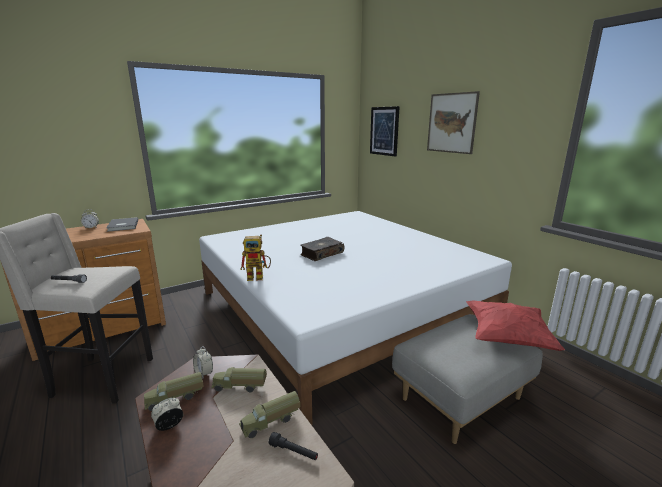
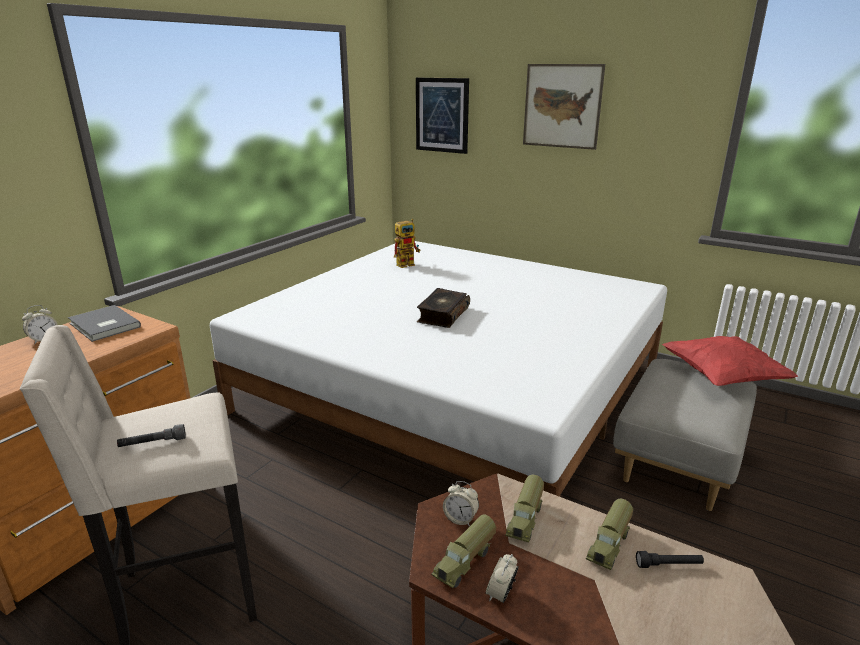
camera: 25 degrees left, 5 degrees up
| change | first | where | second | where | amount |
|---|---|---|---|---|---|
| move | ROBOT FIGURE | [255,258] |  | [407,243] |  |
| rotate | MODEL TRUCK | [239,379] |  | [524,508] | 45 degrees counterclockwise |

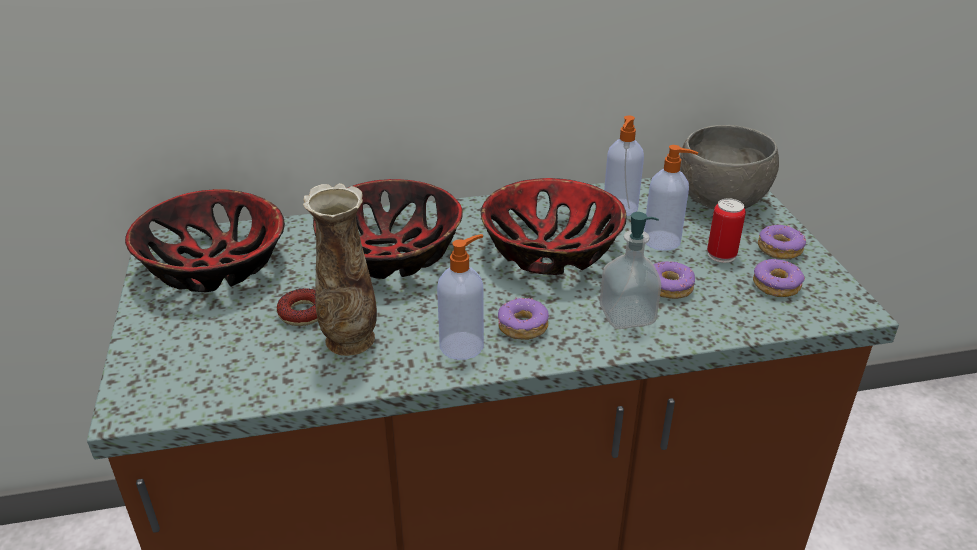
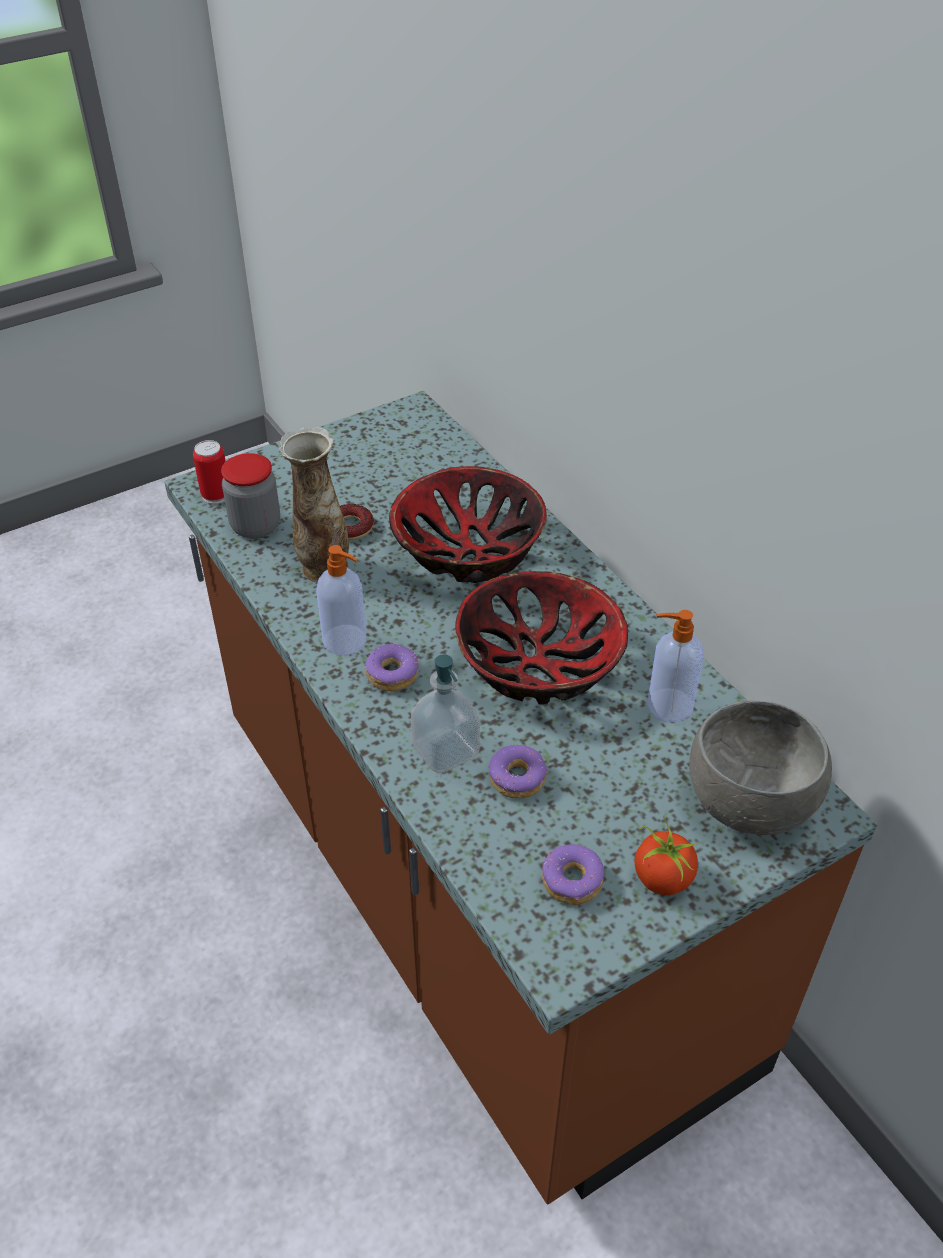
camera: 70 degrees right, 10 degrees up
| change | first | where | second | where | amount |
|---|---|---|---|---|---|
| delete | SOAP DISPENSER | [671,198] |  |  |  |
| delete | BOWL | [205,240] |  |  |  |
| move | METAL CAN | [726,230] |  | [209,472] |  |
| replace | DOUGHNUT | [782,242] | TOMATO | [666,855] |  |
| insert |  |  | PRESERVE JAR | [250,496] |  |

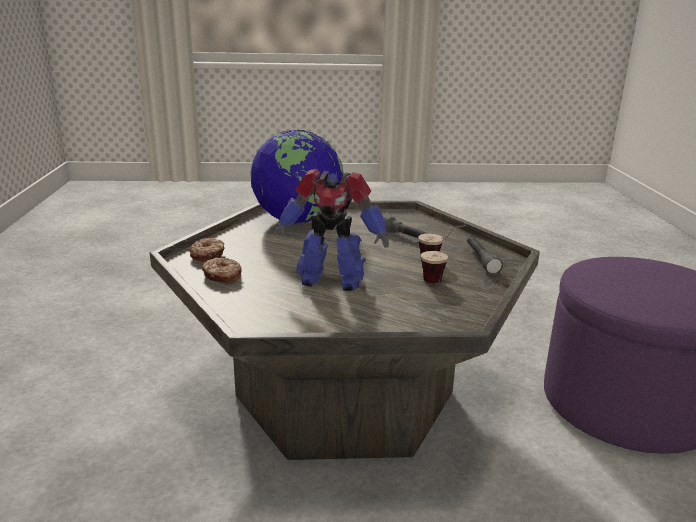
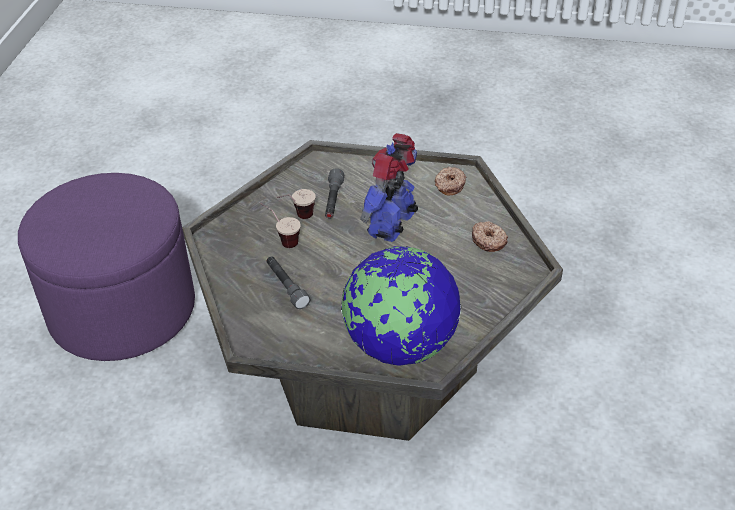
camera: 165 degrees left, 20 degrees up
| change | first | where | second | where | amount |
|---|---|---|---|---|---|
| rotate | ROBOT FIGURE | [331,230] |  | [389,187] | 90 degrees counterclockwise |
| move | GRAY HAND TORCH | [485,255] |  | [334,193] |  |
| move | DOUGHNUT | [207,250] |  | [450,181] |  |

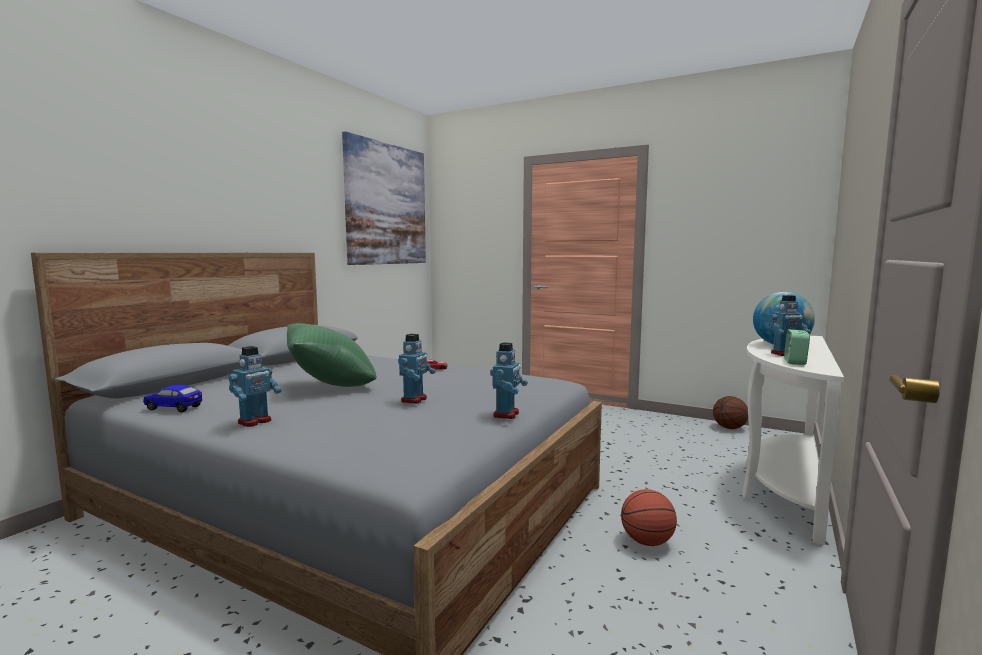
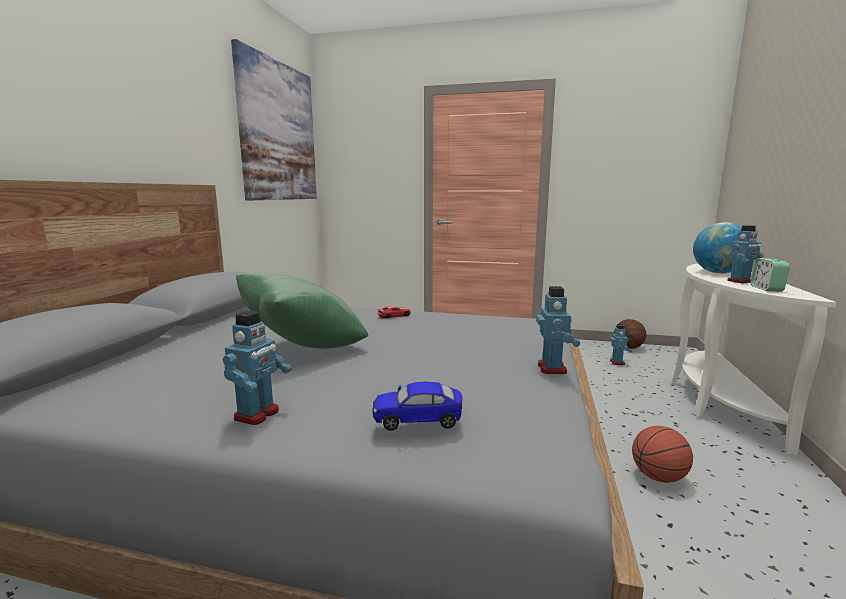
camera: 15 degrees left, 5 degrees up
| change | first | where | second | where | amount |
|---|---|---|---|---|---|
| move | ROBOT FIGURE | [417,369] |  | [621,344] |  |
| move | MODEL CAR | [172,398] |  | [417,406] |  |

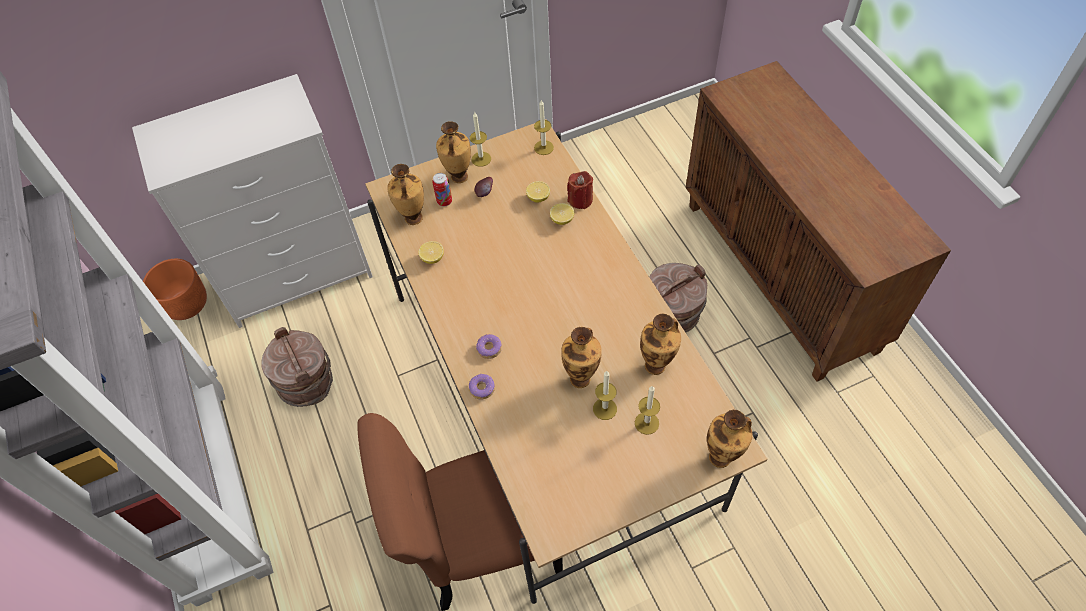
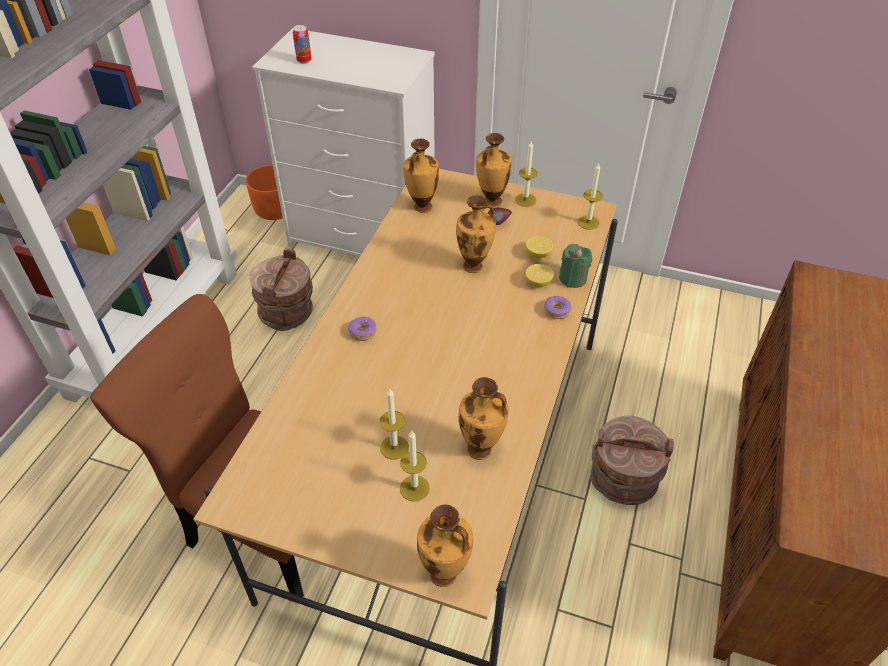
camera: 40 degrees right, 10 degrees down
| change | first | where | second | where | amount |
|---|---|---|---|---|---|
| recolor | RED-COLOURED CANDLE | [580,190] | GREEN CANDLE | [575,266] |  |
| move | METAL CAN | [442,190] |  | [302,44] |  |
| delete | LEMON | [431,252] |  |  |  |
| move | DECORATIVE VASE | [581,357] |  | [476,234] |  |
| move | DOUGHNUT | [482,387] |  | [557,307] |  |

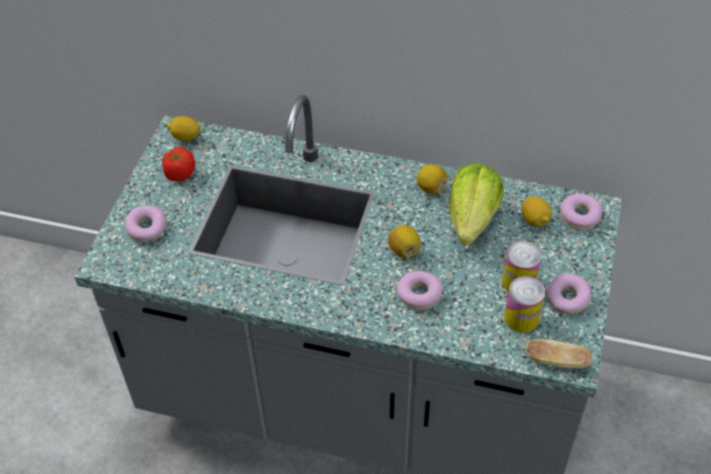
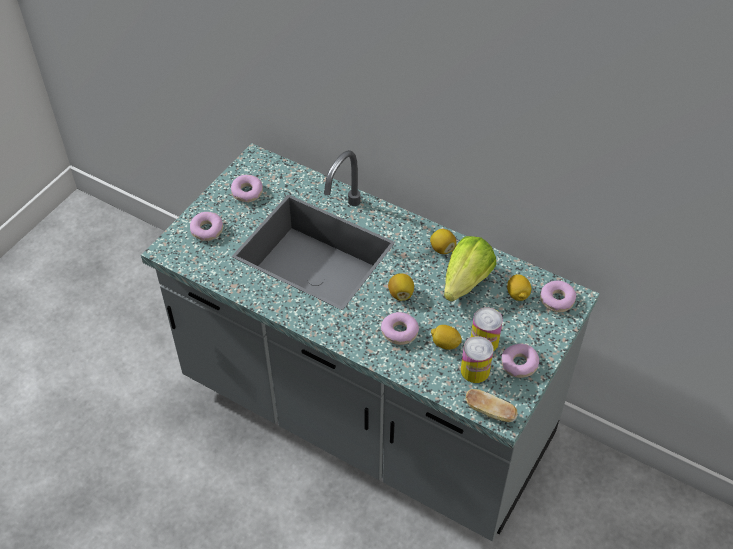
camera: 15 degrees right, 0 degrees up
| change | first | where | second | where | amount |
|---|---|---|---|---|---|
| move | LEMON | [183,128] |  | [446,337] |  |
| replace | TOMATO | [178,164] | DOUGHNUT | [247,188] |  |

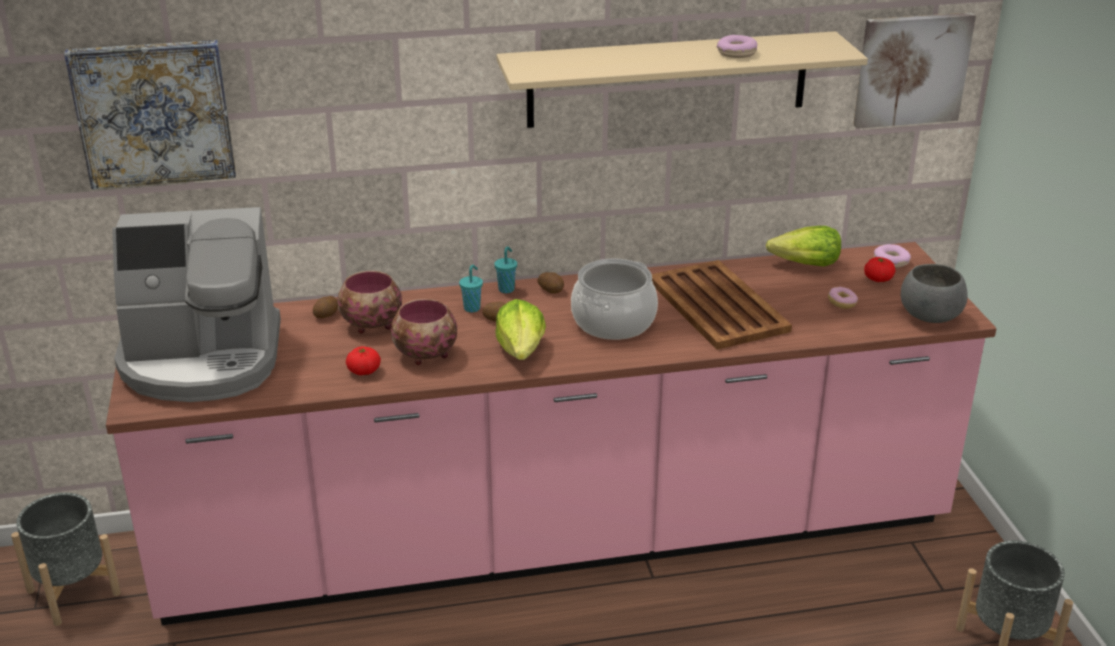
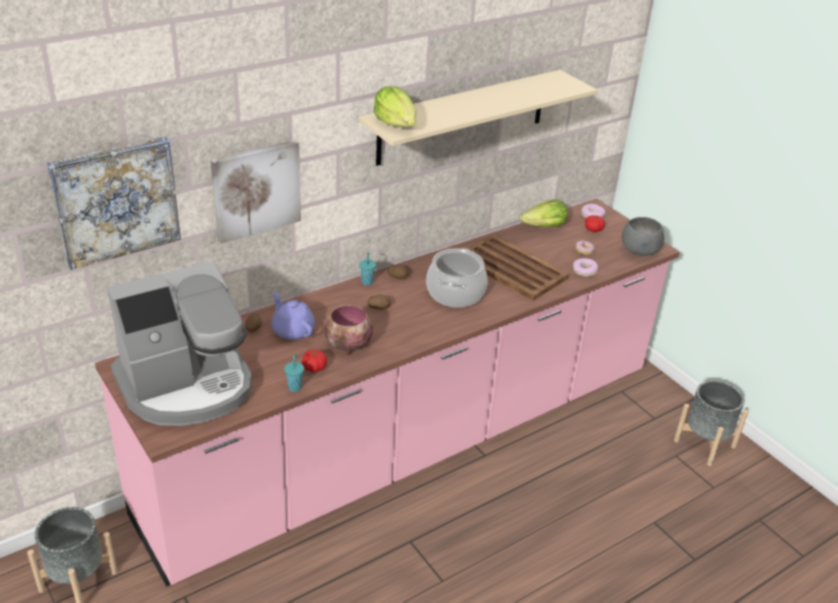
camera: 25 degrees left, 5 degrees up
| change | first | where | second | where | amount |
|---|---|---|---|---|---|
| move | PICTURE | [914,71] |  | [256,192] |  |
| move | DOUGHNUT | [737,46] |  | [586,267] |  |
| move | TURQUOISE-COLOURED CUP | [471,288] |  | [294,373] |  |
| replace | BOWL | [370,302] | PURPLISH TEAPOT | [293,316] |  |
| move | LETTUCE | [520,329] |  | [395,106] |  |

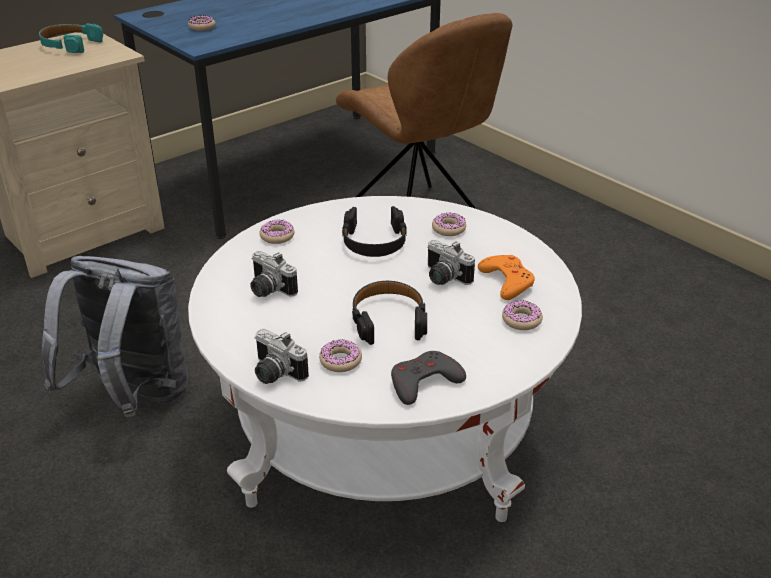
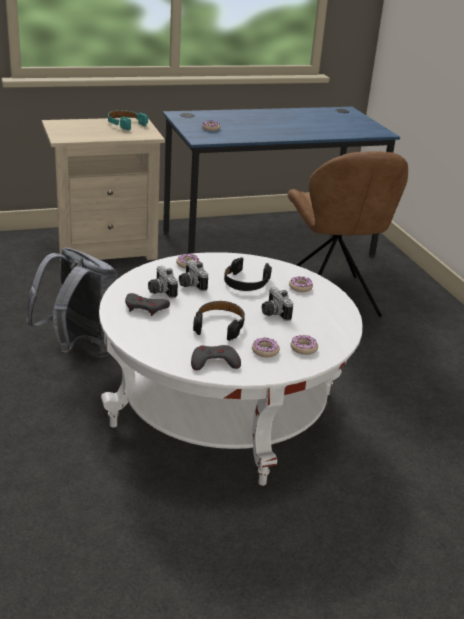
camera: 20 degrees right, 5 degrees down
| change | first | where | second | where | amount |
|---|---|---|---|---|---|
| delete | ORANGE JOYPAD | [506,277] |  |  |  |
| move | PHOTO CAMERA | [282,356] |  | [193,275] |  |
| move | DOUGHNUT | [340,355] |  | [266,347] |  |
| insert |  |  | GRAY JOYPAD | [147,304] |  |

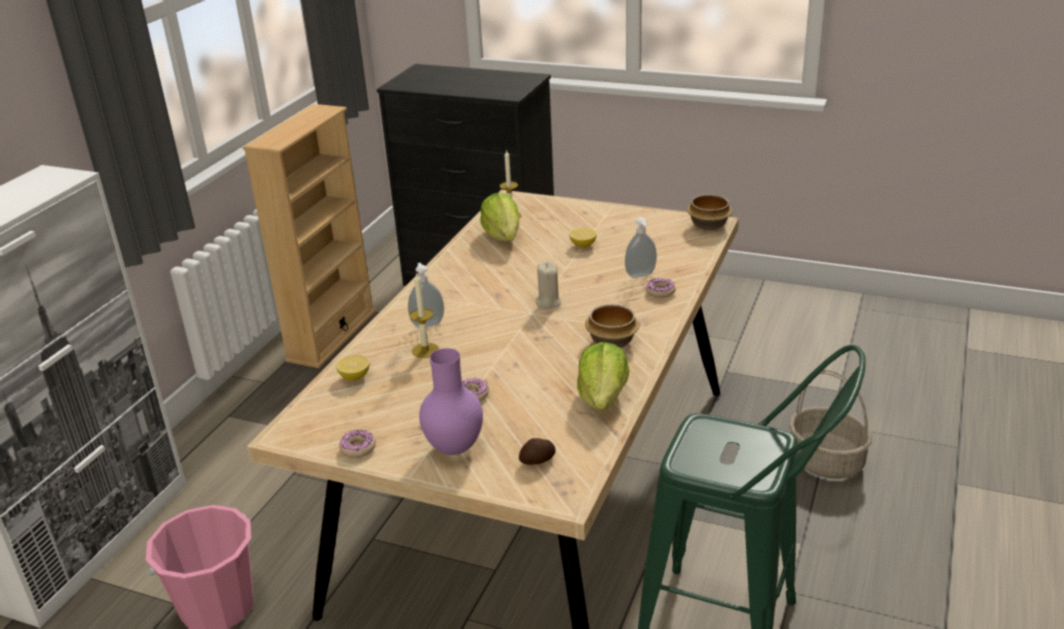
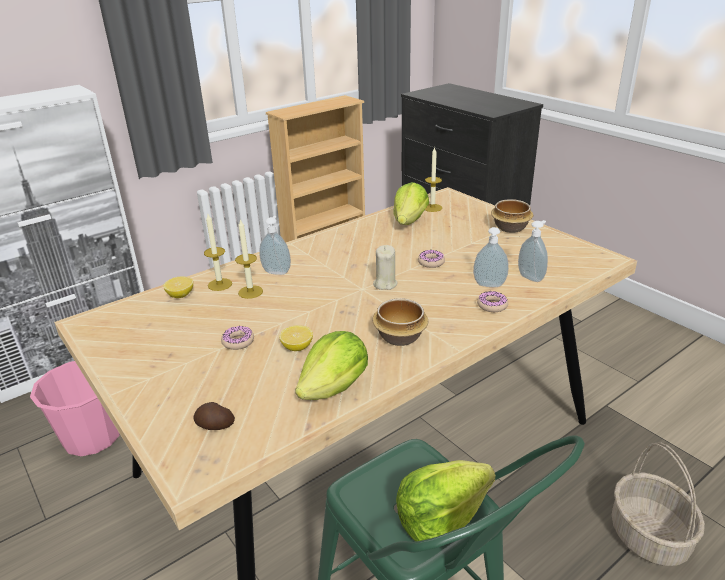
camera: 30 degrees right, 0 degrees up
| change | first | where | second | where | amount |
|---|---|---|---|---|---|
| move | BOWL | [709,212] |  | [512,216] |  |
| move | LEMON | [583,238] |  | [296,338] |  |
| delete | PURPLISH DECORATIVE VASE | [451,401] |  |  |  |
| move | DOUGHNUT | [357,444] |  | [431,259] |  |
| insert |  |  | CANDLE | [218,252] |  |
| insert |  |  | SOAP DISPENSER | [533,251] |  |
| insert |  |  | LETTUCE | [446,501] |  |

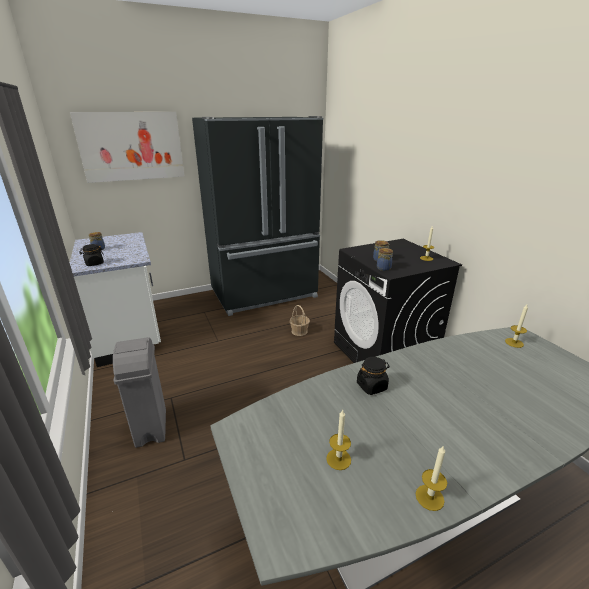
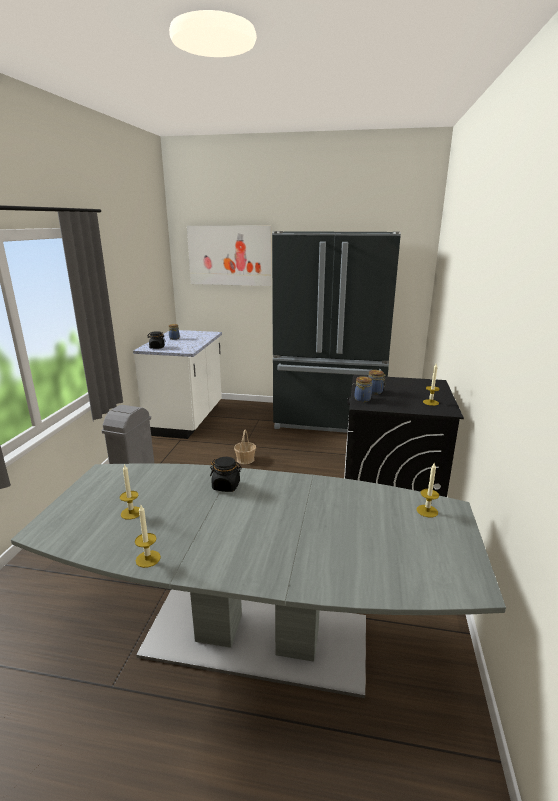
camera: 35 degrees right, 5 degrees down
| change | first | where | second | where | amount |
|---|---|---|---|---|---|
| move | STORAGE BASKET | [300,320] |  | [245,447] |  |

